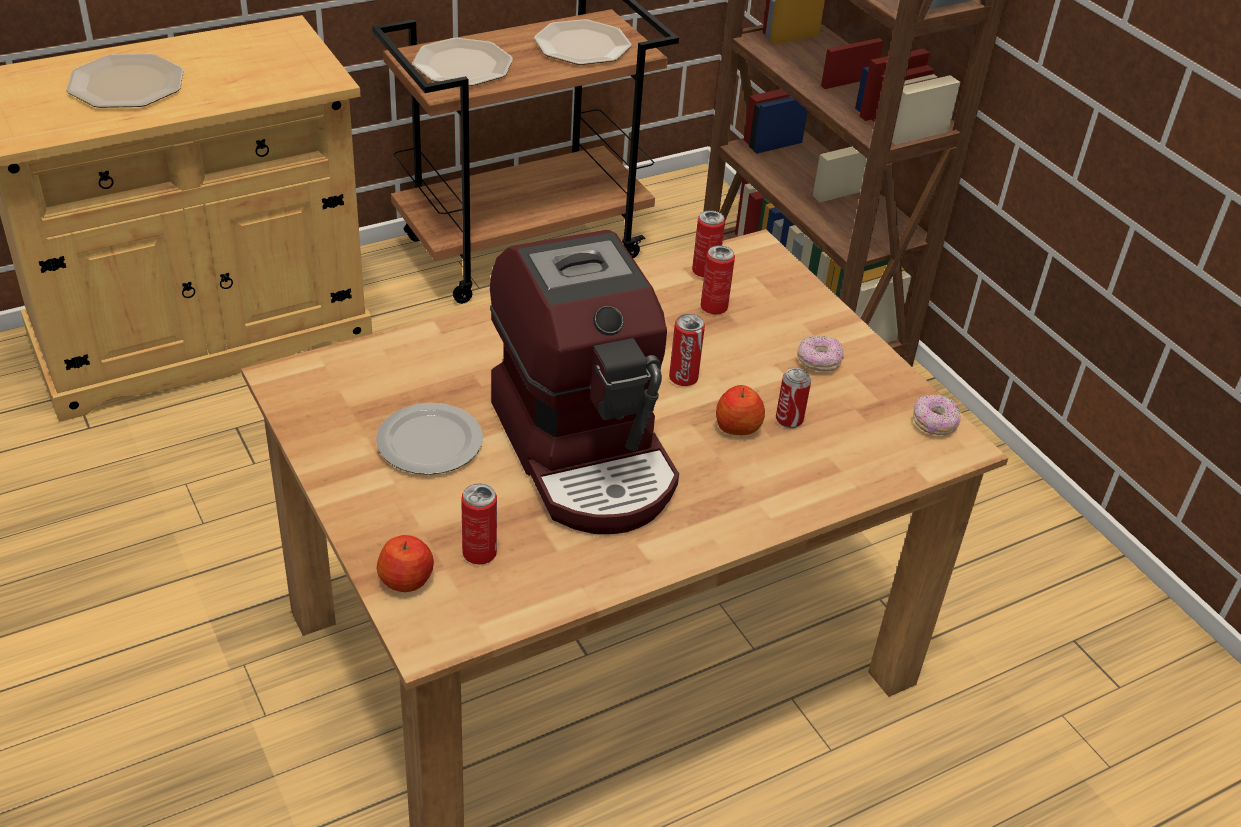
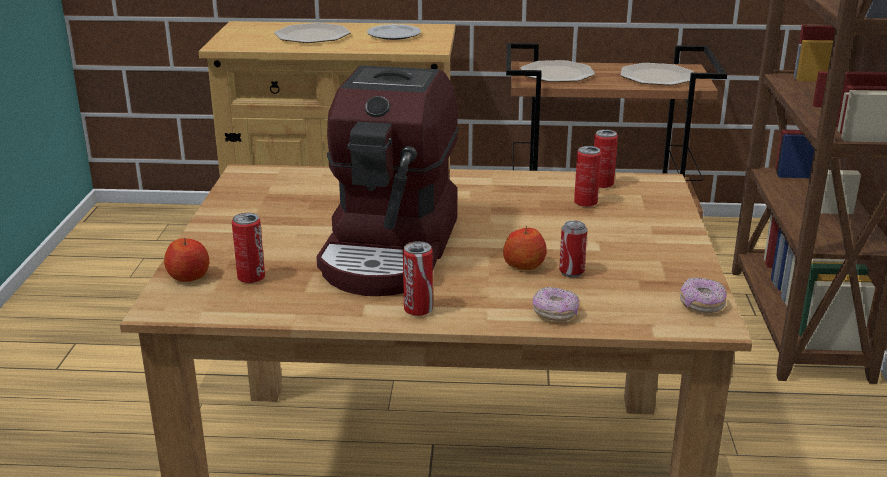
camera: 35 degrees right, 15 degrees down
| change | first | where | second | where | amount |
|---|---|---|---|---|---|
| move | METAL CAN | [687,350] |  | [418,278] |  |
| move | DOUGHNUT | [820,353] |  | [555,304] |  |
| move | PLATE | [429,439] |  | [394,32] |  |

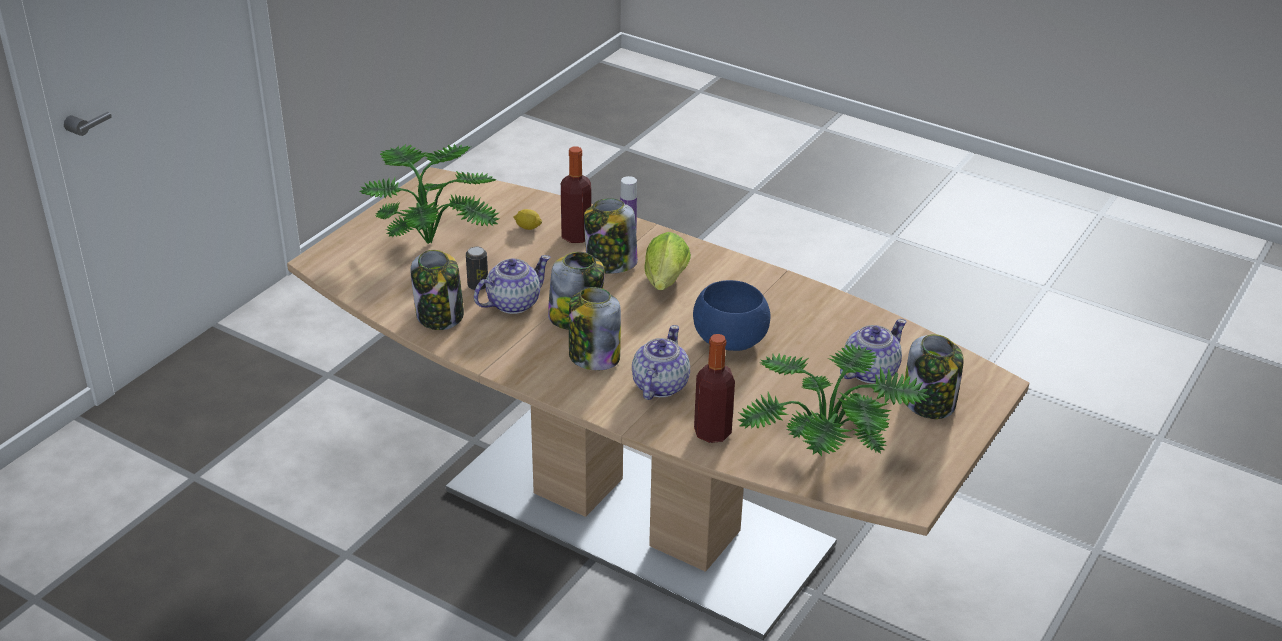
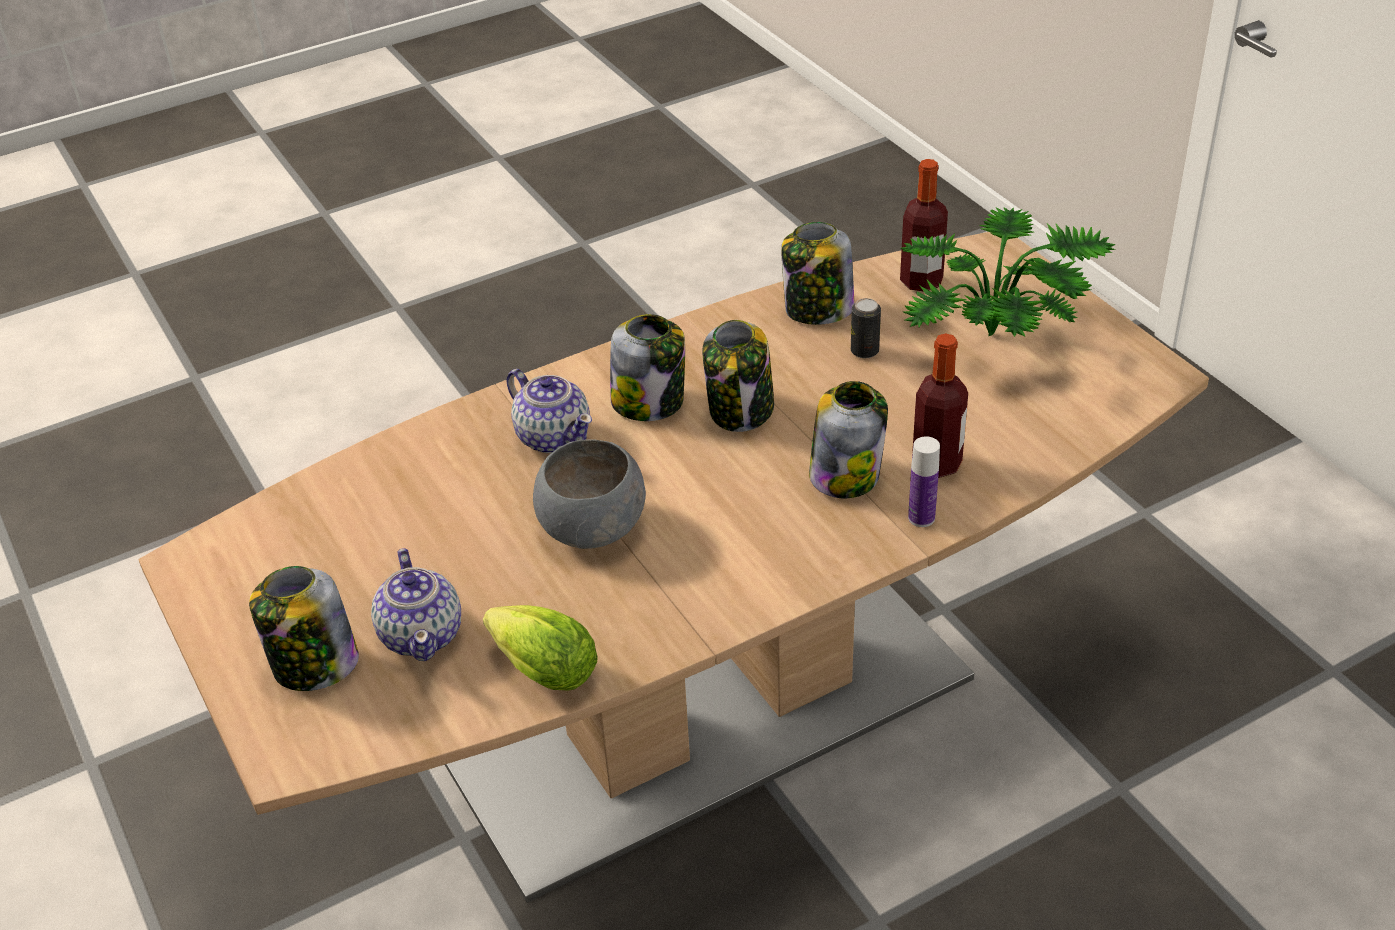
camera: 120 degrees right, 5 degrees up
| change | first | where | second | where | amount |
|---|---|---|---|---|---|
| delete | LEMON | [527,219] |  |  |  |
| move | LETTUCE | [667,261] |  | [540,647] |  |
| delete | TEAPOT | [512,284] |  |  |  |
| recolor | BLUE BOWL | [731,315] | GRAY BOWL | [589,494] |  |
| move | BEVERAGE BOTTLE | [714,388] |  | [924,225] |  |
| delete | PLANT IN A POT | [834,399] |  |  |  |

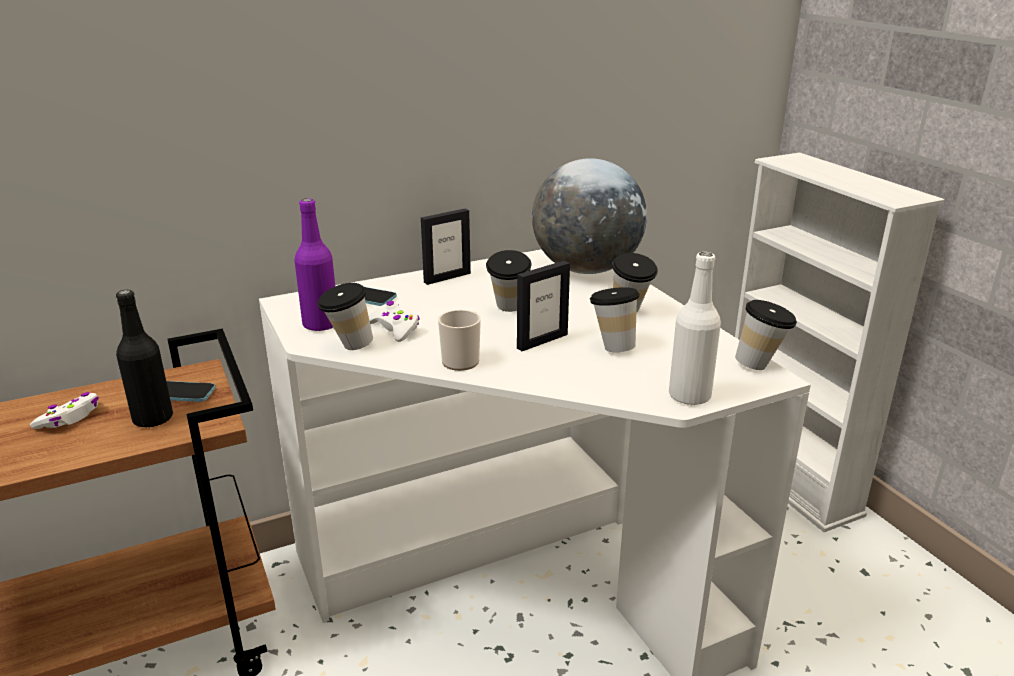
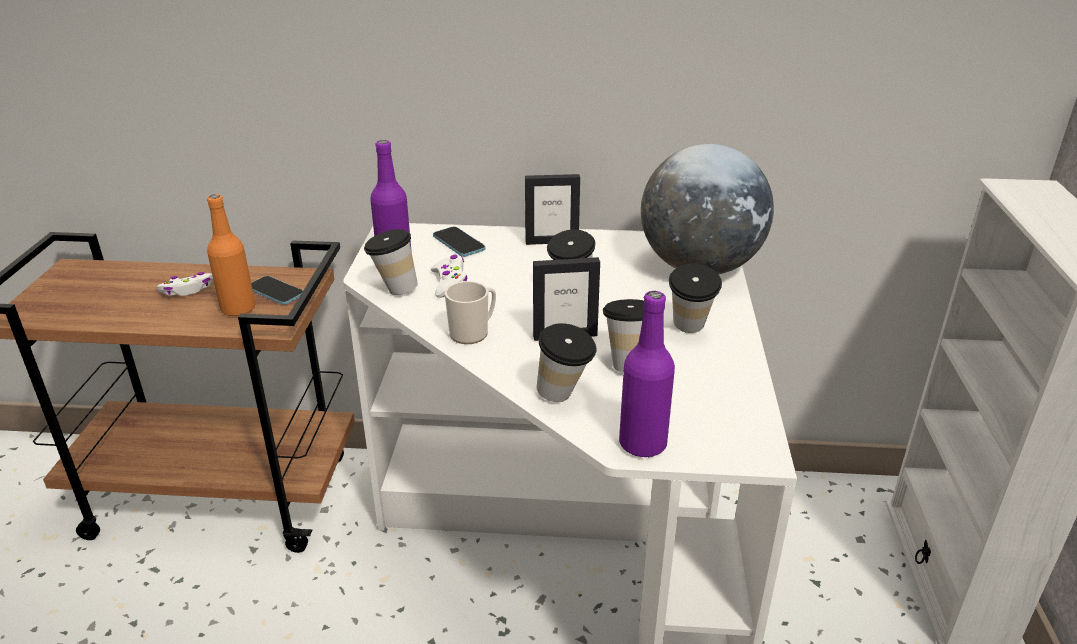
camera: 30 degrees right, 5 degrees up
| change | first | where | second | where | amount |
|---|---|---|---|---|---|
| recolor | WHITE BEVERAGE BOTTLE | [695,329] | PURPLISH BEVERAGE BOTTLE | [647,374] |  |
| recolor | BLACK-COLOURED BEVERAGE BOTTLE | [144,359] | ORANGE BEVERAGE BOTTLE | [231,255] |  |
| move | CUP | [766,335] |  | [566,362] |  |

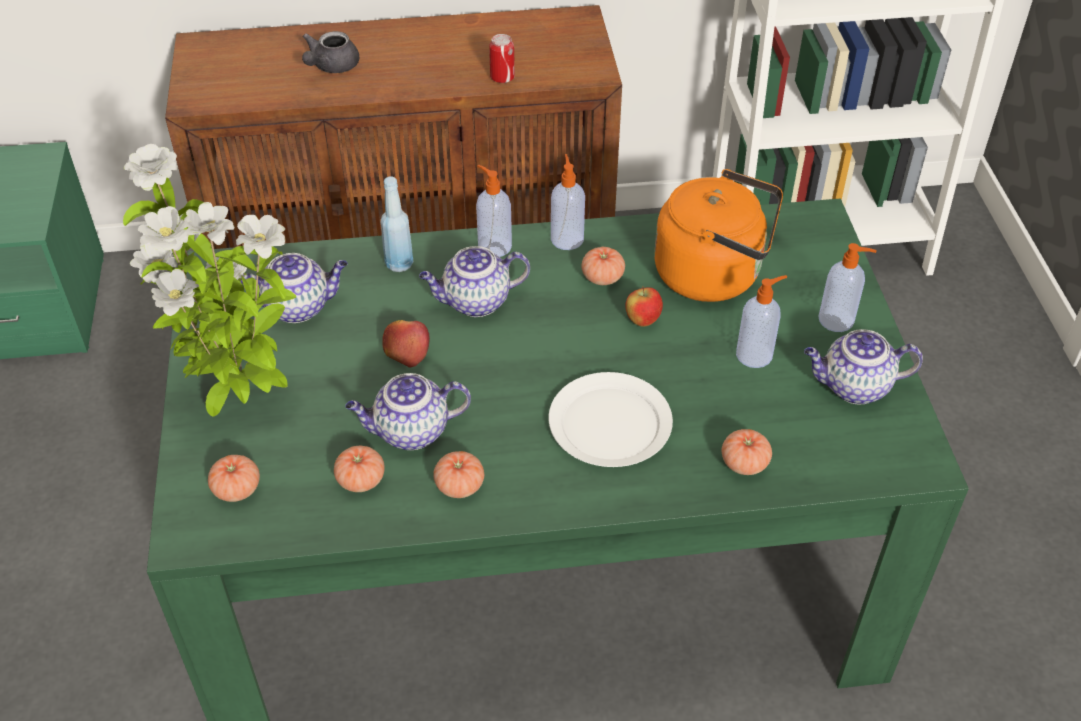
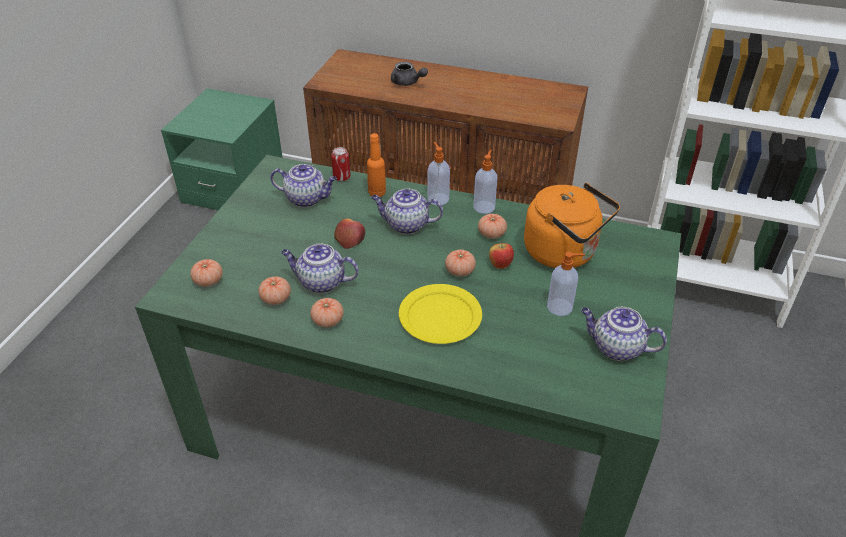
camera: 25 degrees right, 5 degrees down
| change | first | where | second | where | amount |
|---|---|---|---|---|---|
| rotate | GRAY TEAPOT | [330,52] |  | [409,74] | 105 degrees counterclockwise |
| move | METAL CAN | [502,58] |  | [341,164] |  |
| delete | PLANT IN A POT | [209,280] |  |  |  |
| recolor | BLUE BEVERAGE BOTTLE | [396,224] | ORANGE BEVERAGE BOTTLE | [376,165] |  |
| delete | SOAP DISPENSER | [847,287] |  |  |  |
| recolor | WHITE PLATE | [611,419] | YELLOWISH PLATE | [440,314] |  |
| move | TOMATO | [746,452] |  | [460,263] |  |

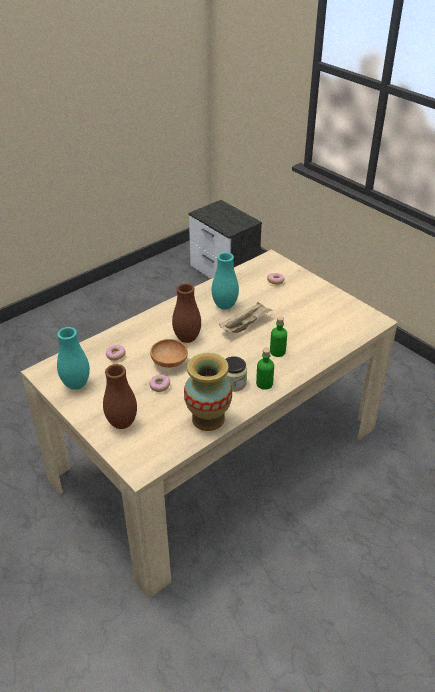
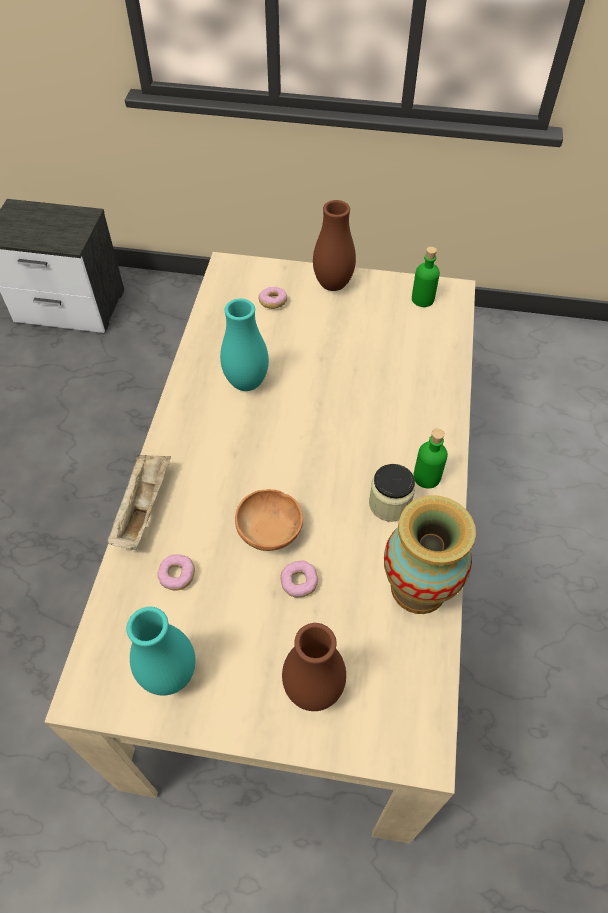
camera: 40 degrees left, 15 degrees up
| change | first | where | second | where | amount |
|---|---|---|---|---|---|
| move | BROWNISH DECORATIVE VASE | [186,313] |  | [334,245] |  |
| move | SAND-COLOURED SERVING TRAY | [245,317] |  | [139,502] |  |
| move | GREEN BEVERAGE BOTTLE | [278,336] |  | [426,277] |  |

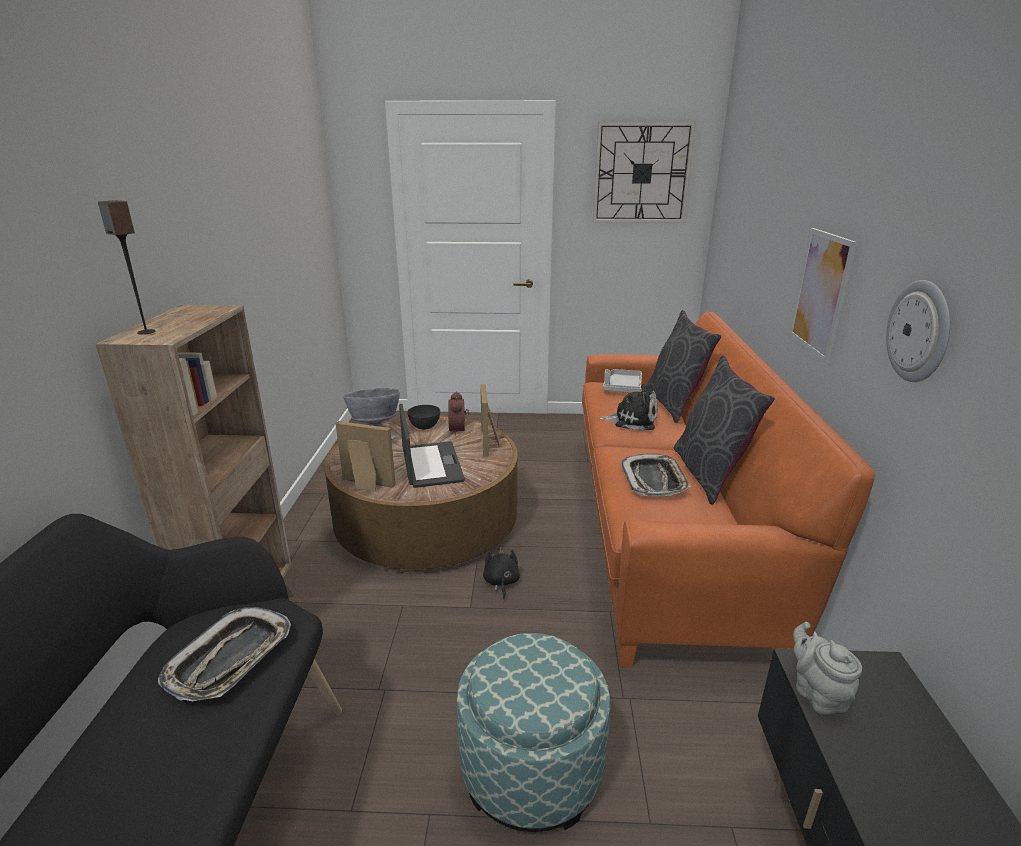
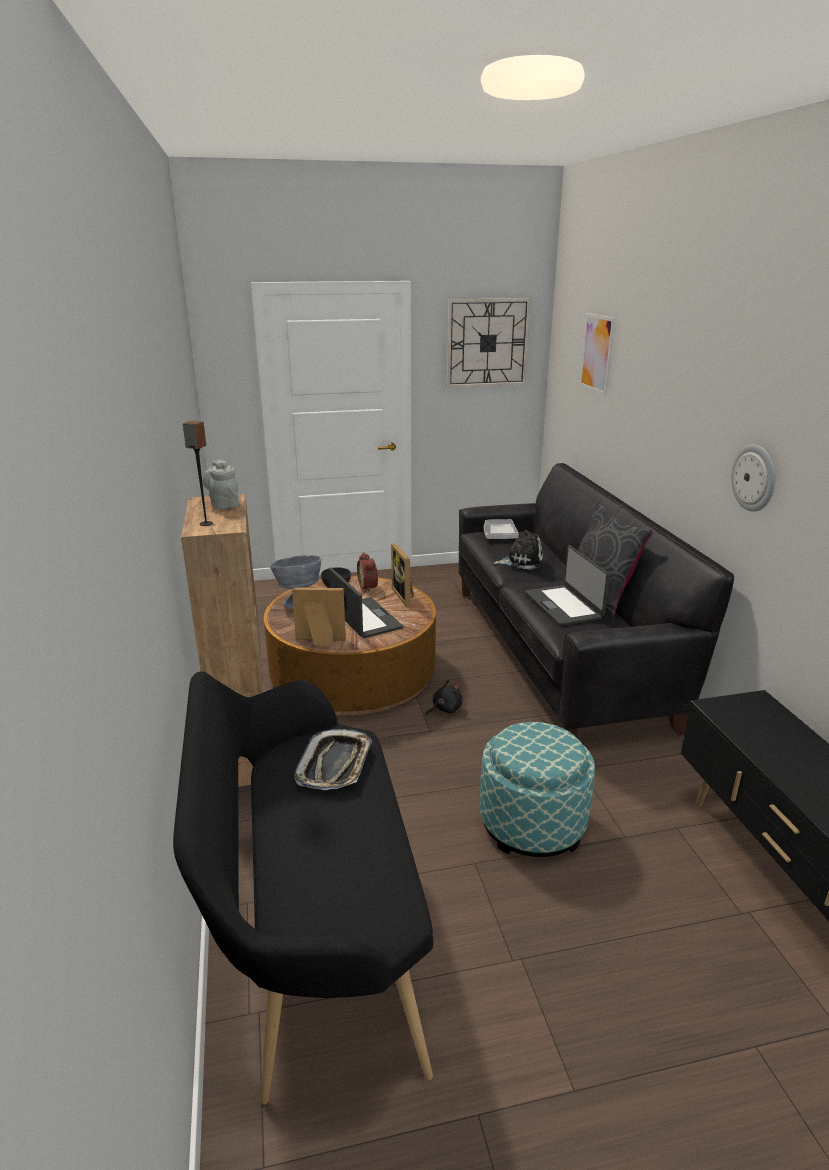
camera: 15 degrees left, 0 degrees up
| change | first | where | second | where | amount |
|---|---|---|---|---|---|
| move | PICTURE | [823,295] |  | [597,354] |  |
| delete | GRAY CUSHION | [683,366] |  |  |  |
| recolor | ORANGE COUCH | [728,489] | BLACK-COLOURED COUCH | [596,600] |  |
| replace | SERVING TRAY | [656,475] | LAPTOP | [567,585] |  |
| rotate | BLACK-COLOURED SOFT TOY | [501,573] |  | [443,697] | 75 degrees clockwise |
| move | GRAY TEAPOT | [827,668] |  | [221,484] |  |

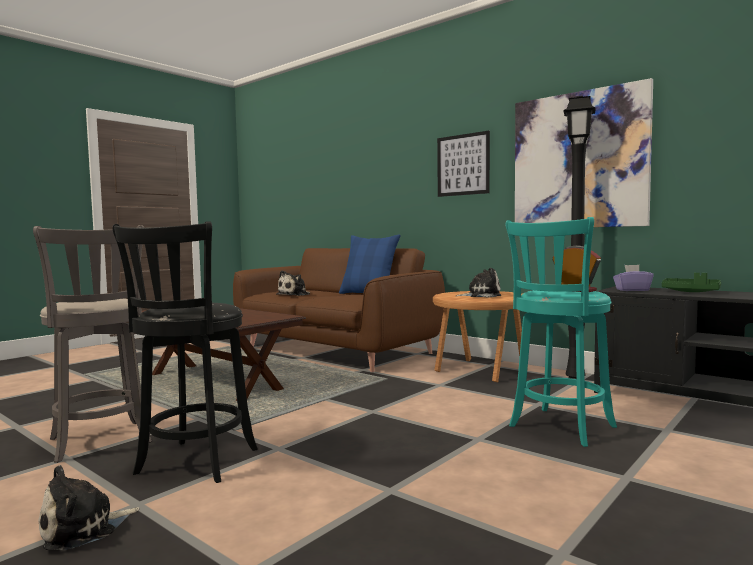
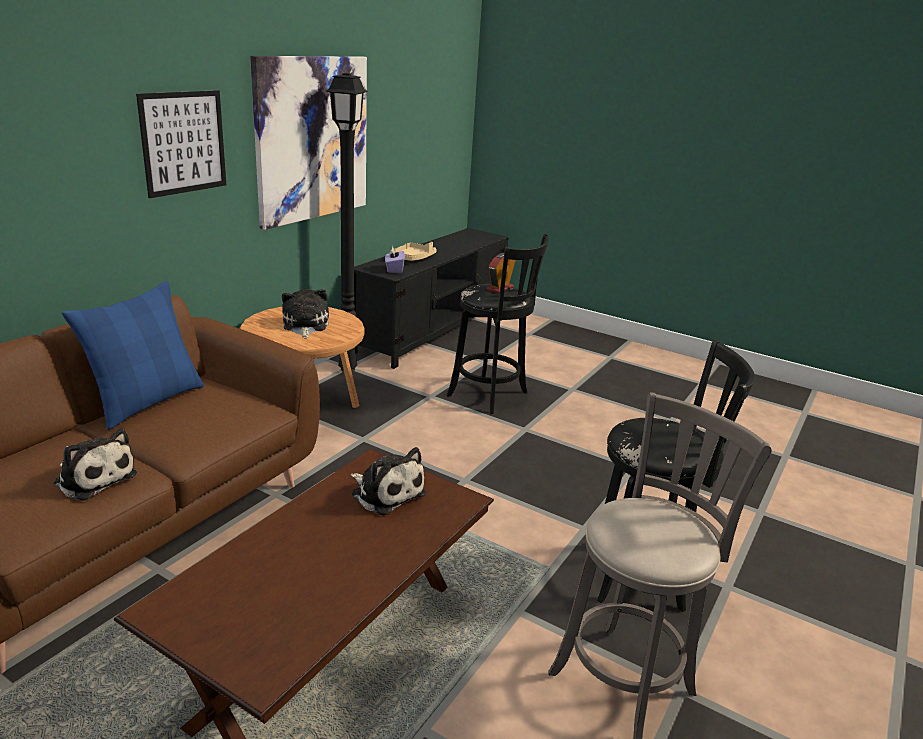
camera: 100 degrees left, 20 degrees up
| change | first | where | second | where | amount |
|---|---|---|---|---|---|
| recolor | TURQUOISE-COLOURED STOOL SEAT | [561,332] | BLACK-COLOURED STOOL SEAT | [498,324] |  |
| recolor | GREEN SERVING TRAY | [691,282] | SAND-COLOURED SERVING TRAY | [413,251] |  |
| move | SOFT TOY | [89,507] |  | [388,481] |  |

